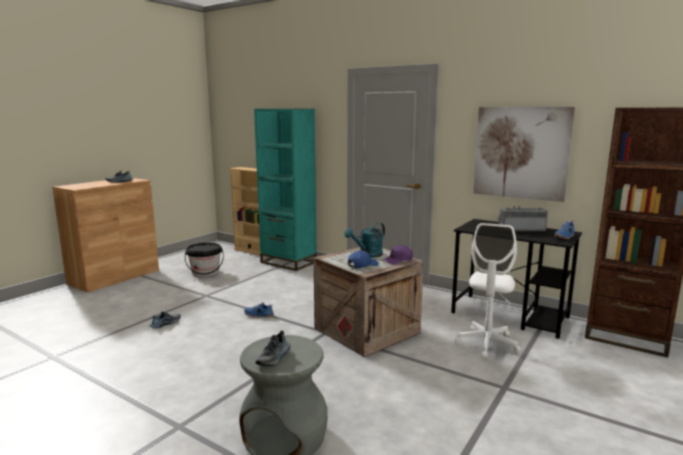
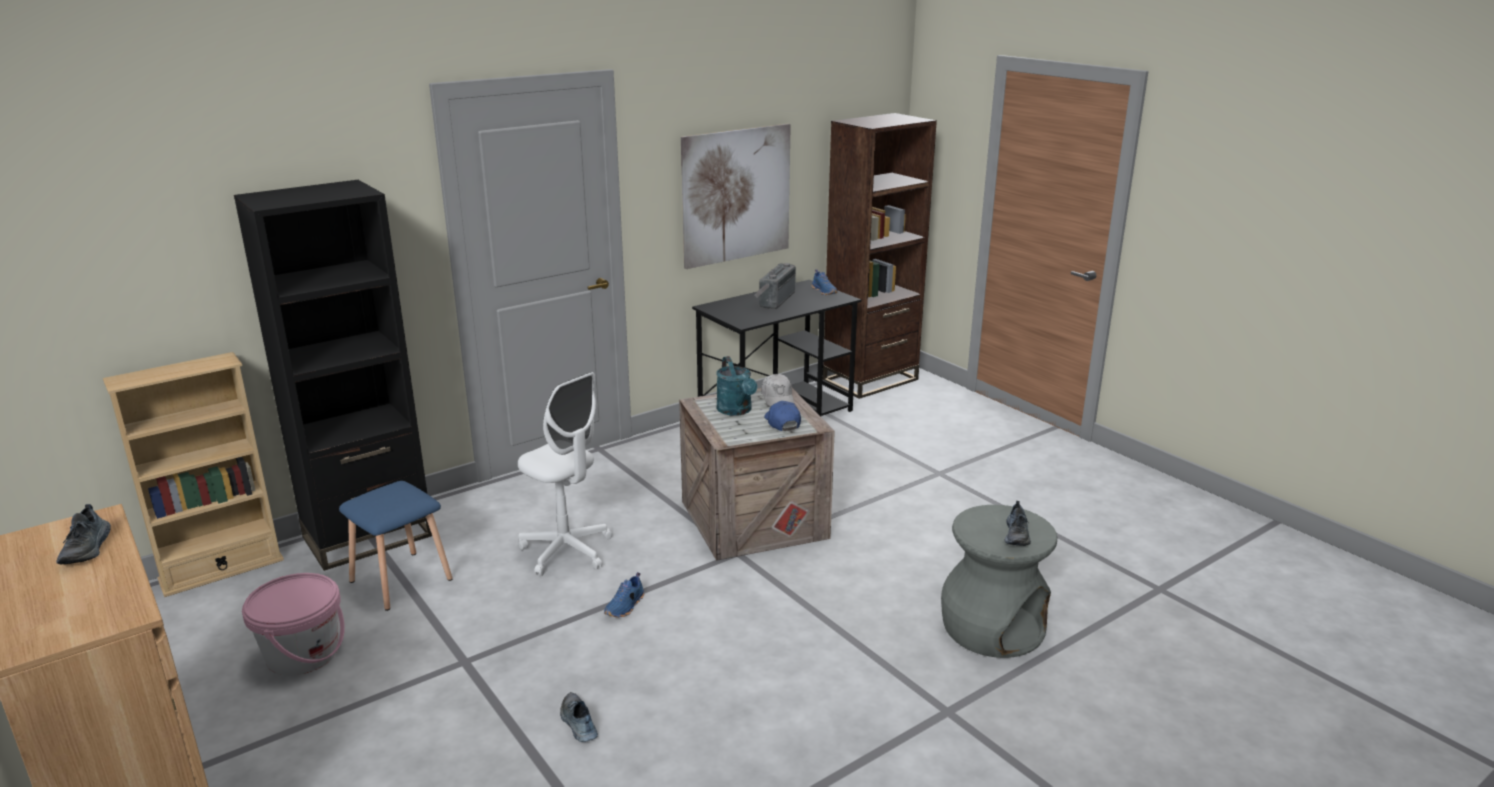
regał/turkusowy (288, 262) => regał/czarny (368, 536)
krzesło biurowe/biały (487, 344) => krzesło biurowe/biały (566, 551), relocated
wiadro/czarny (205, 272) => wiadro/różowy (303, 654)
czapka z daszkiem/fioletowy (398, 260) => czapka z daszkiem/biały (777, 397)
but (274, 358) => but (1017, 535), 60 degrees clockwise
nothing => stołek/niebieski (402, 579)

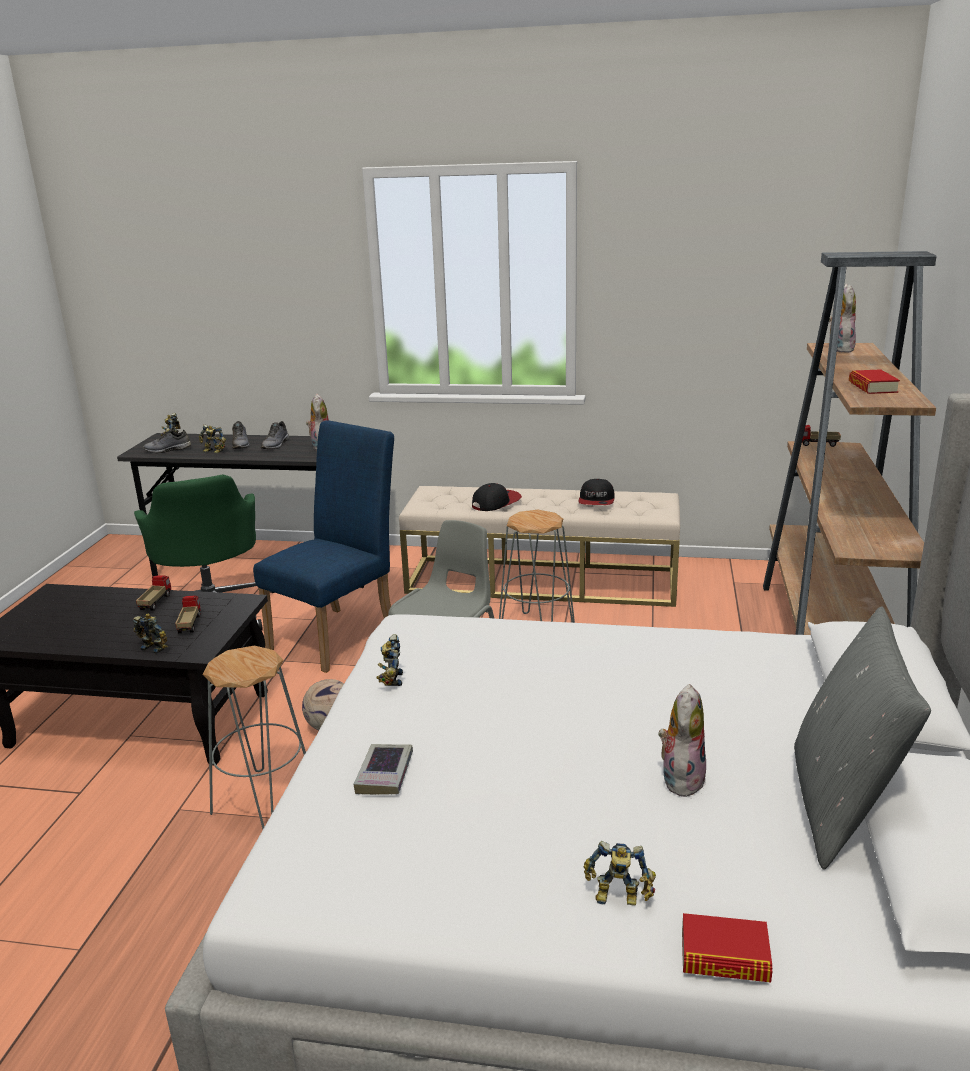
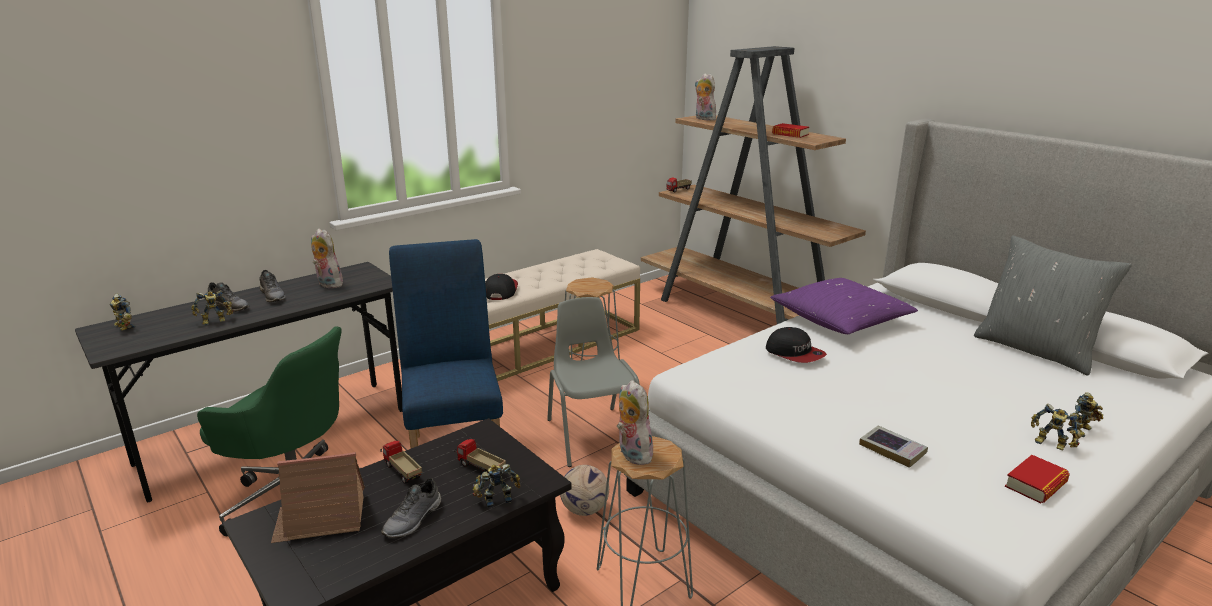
but/szary (167, 450) => but/szary (414, 520), relocated
czapka z daszkiem (596, 500) => czapka z daszkiem (795, 353), relocated
robot zabawkowy (390, 679) => robot zabawkowy (1051, 444), relocated
pluszak (680, 777) => pluszak (632, 454), relocated
książka (724, 956) => książka (1035, 484), relocated
nothing => poduszka/fioletowy (840, 320)
nothing => domek (321, 519)

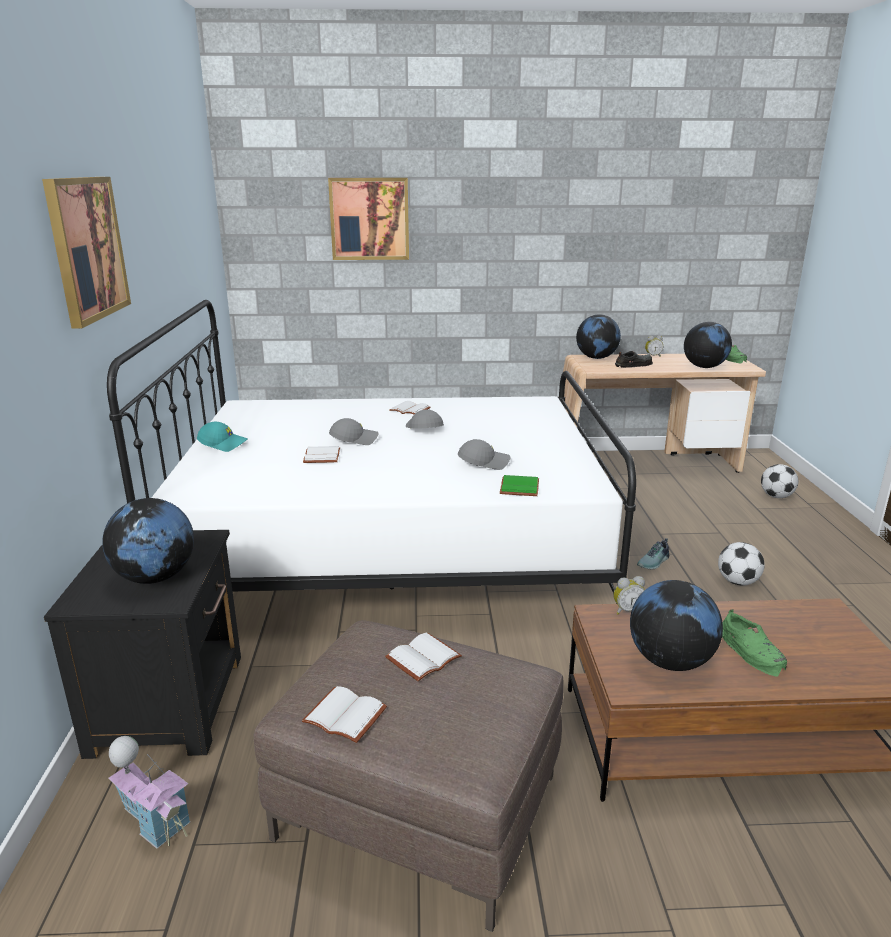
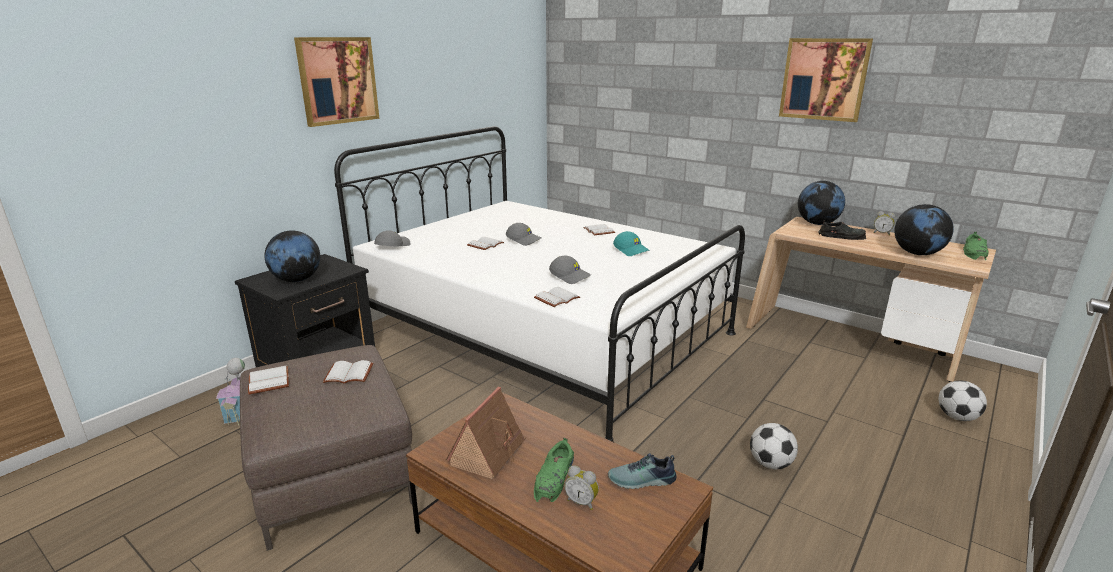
obraz (369, 219) => obraz (824, 79), relocated
czapka z daszkiem/szary (423, 428) => czapka z daszkiem/szary (392, 246), relocated
czapka z daszkiem/turkusowy (223, 444) => czapka z daszkiem/turkusowy (631, 250), relocated
książka/zielony (518, 487) => książka/biały (556, 298)
but (654, 562) => but (642, 481), relocated
budzik (627, 610) => budzik (582, 502), relocated
globus (670, 661) => domek (488, 452)

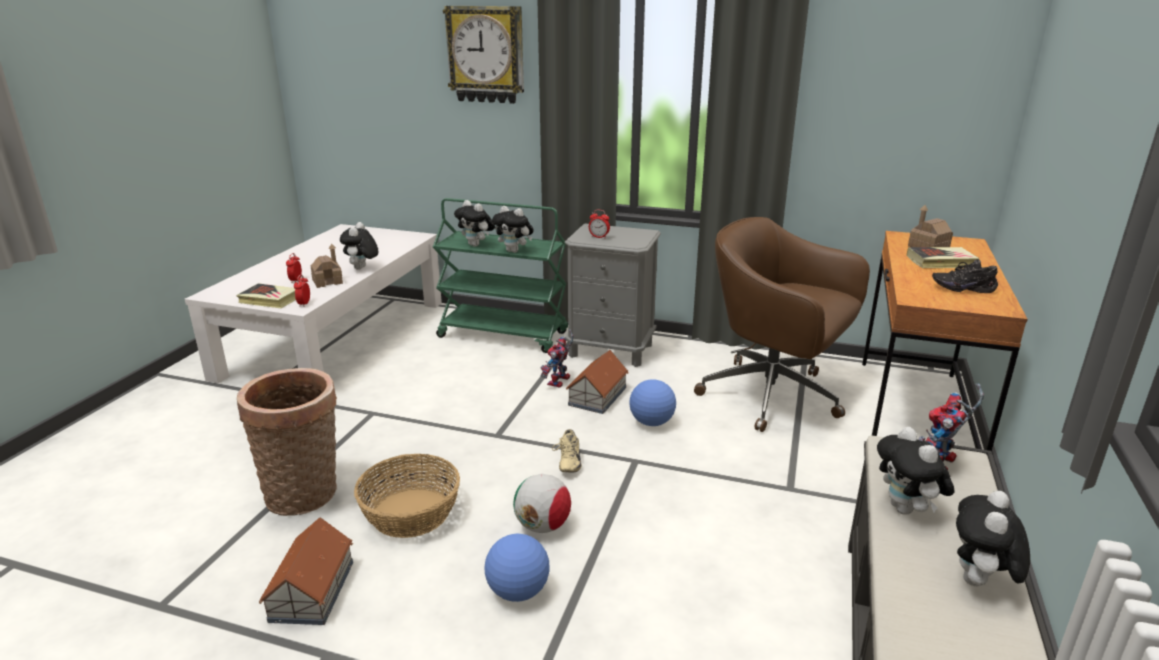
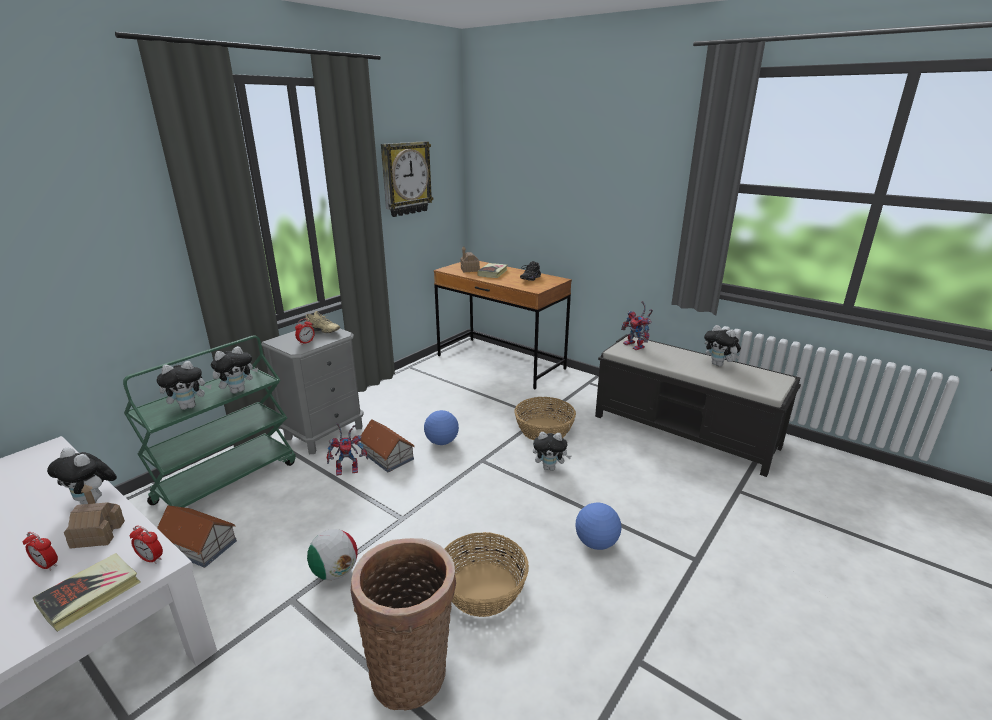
zegar ścienny (486, 54) => zegar ścienny (405, 178), relocated
krzesło biurowe/brązowy (774, 396) => nothing
robot zabawkowy (559, 382) => robot zabawkowy (349, 469), 60 degrees counterclockwise
pluszak (906, 510) => pluszak (550, 467), relocated
but/beżowy (567, 462) => but/beżowy (322, 332), relocated
piłka futbolowa (542, 526) => piłka futbolowa (335, 572), relocated
domek (313, 590) => domek (199, 544), relocated
nothing => koszyk (544, 430)

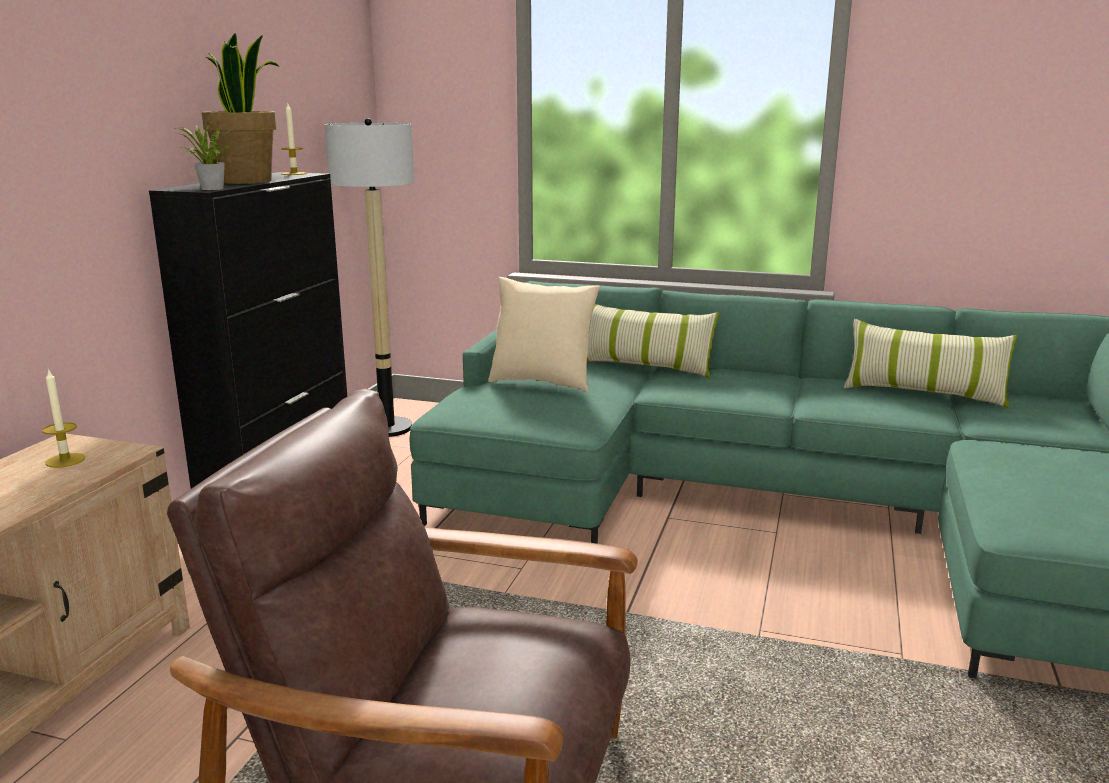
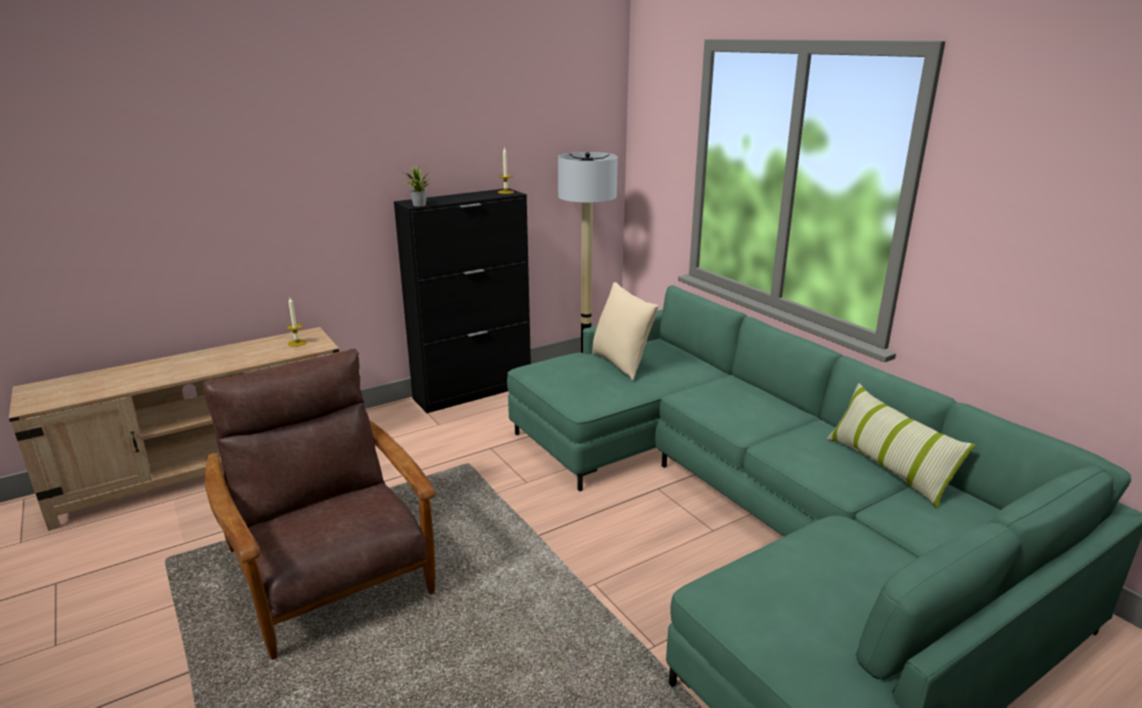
roślina doniczkowa (247, 181) => nothing
poduszka (644, 366) => nothing

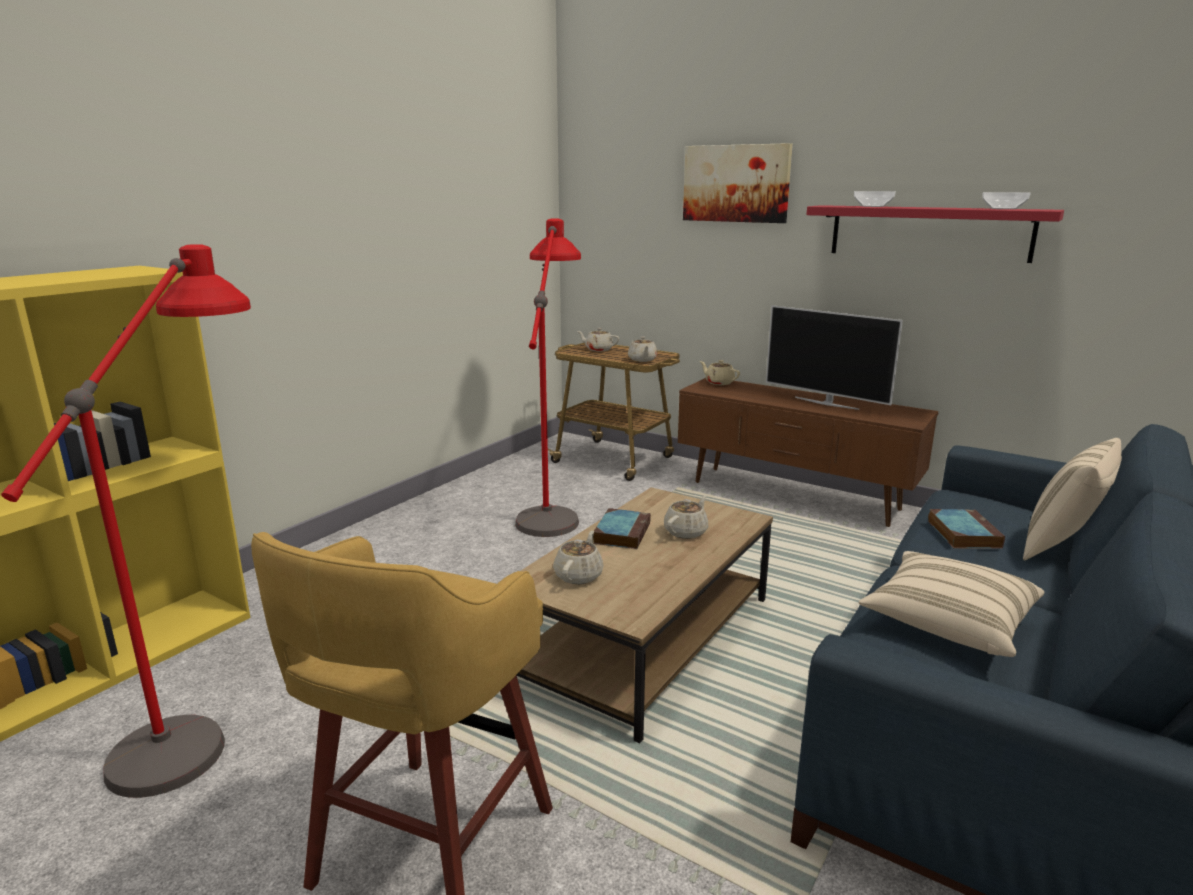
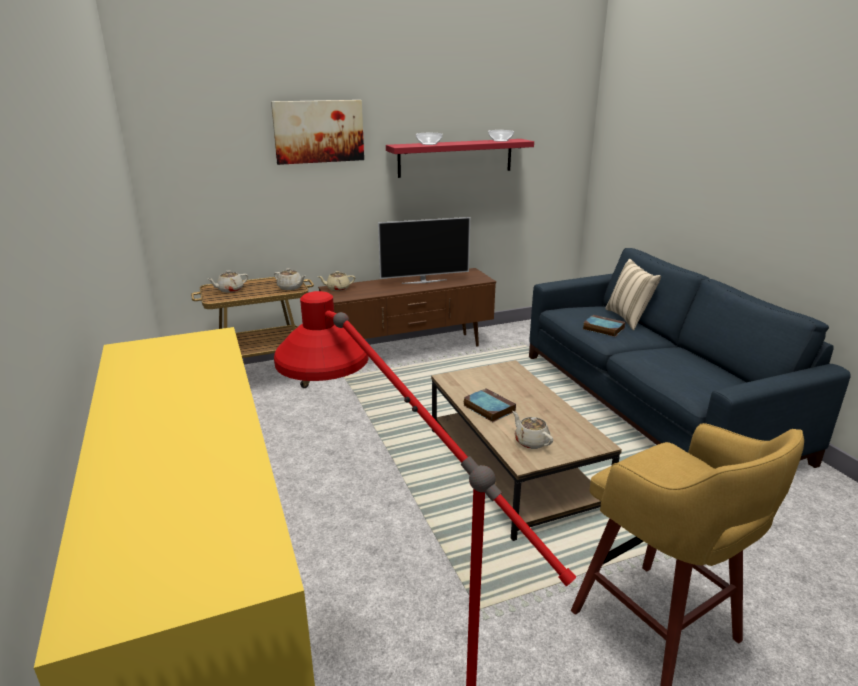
lampa stojąca/czerwony (552, 504) => nothing
imbryk/beżowy (686, 531) => nothing
poduszka/beżowy (948, 623) => nothing

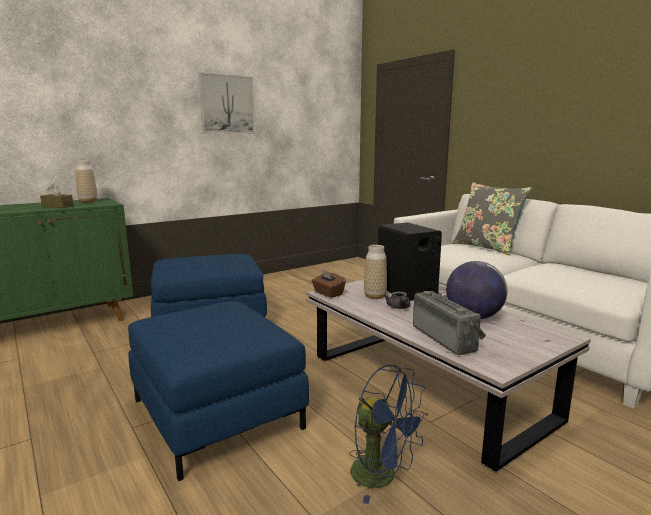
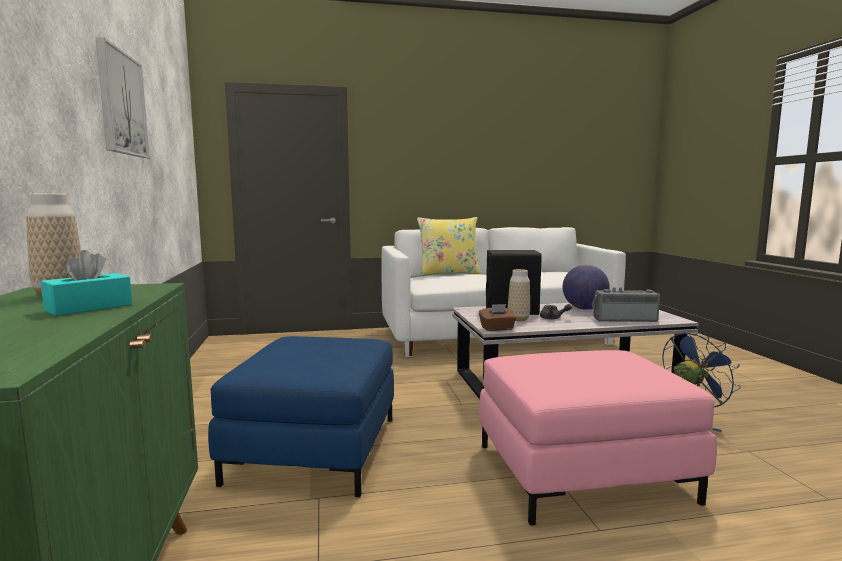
poduszka/szary (487, 247) => poduszka/żółty (448, 273)
pudełko chusteczek/brązowy (57, 206) => pudełko chusteczek/turkusowy (89, 307)
pufa/niebieski (216, 414) => pufa/różowy (582, 472)

